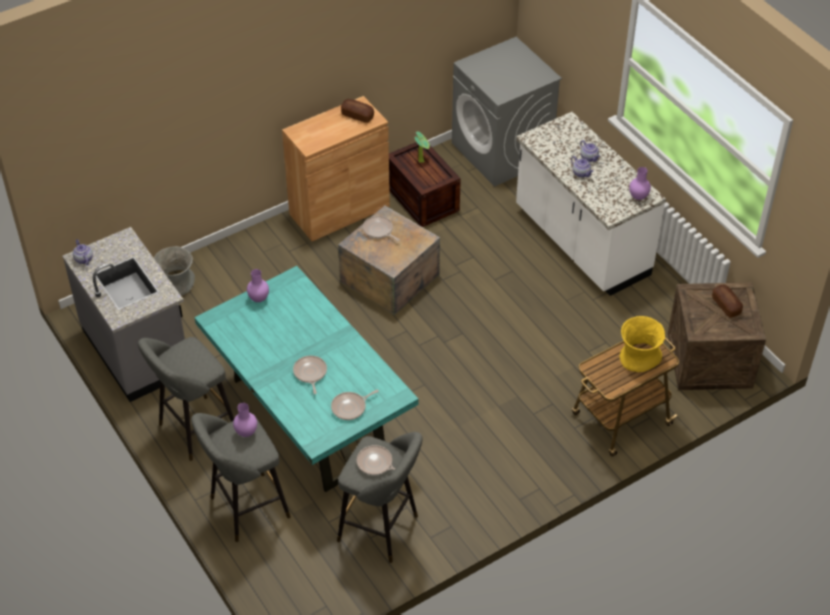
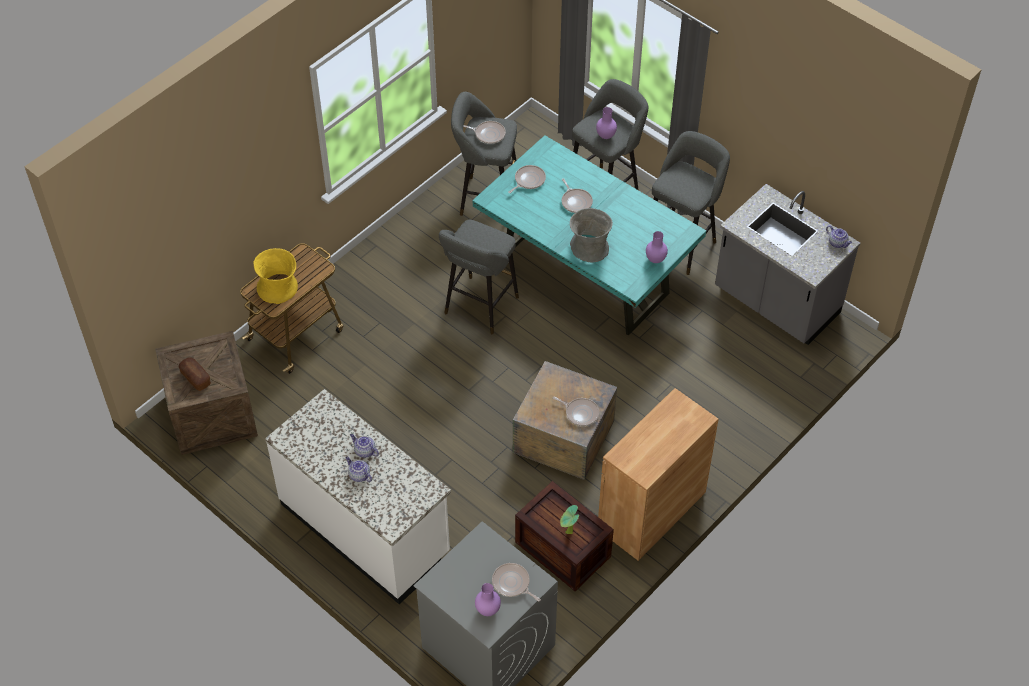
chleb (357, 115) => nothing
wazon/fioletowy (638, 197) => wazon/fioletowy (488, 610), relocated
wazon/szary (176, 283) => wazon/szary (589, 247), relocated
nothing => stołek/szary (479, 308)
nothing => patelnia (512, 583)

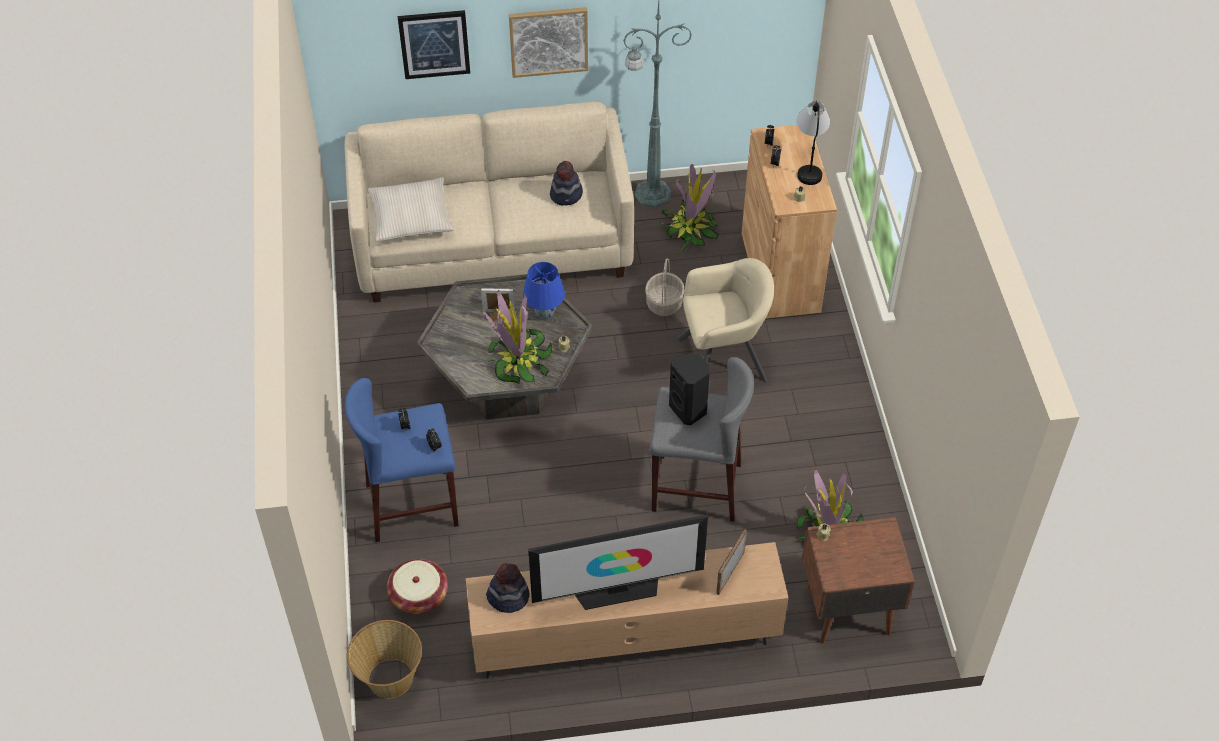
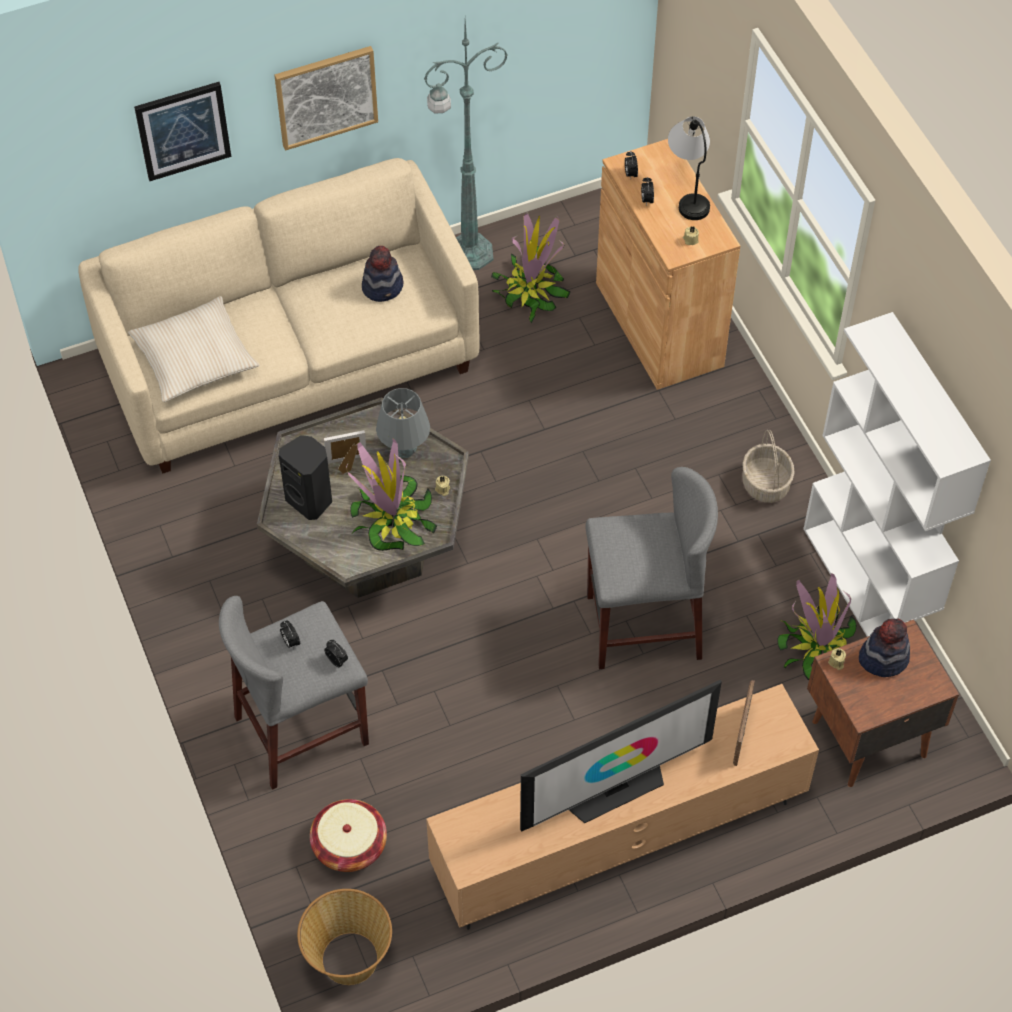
koszyk (664, 304) => koszyk (766, 484), relocated
fotel/beżowy (722, 360) => nothing
lampa stołowa/niebieski (544, 314) => lampa stołowa/szary (404, 450)
głośnik/czarny (689, 409) => głośnik/czarny (310, 500), relocated
stołek/niebieski (412, 505) => stołek/szary (302, 731)
kapelusz (508, 596) => kapelusz (883, 658), relocated
nothing => regał/biały (867, 589)

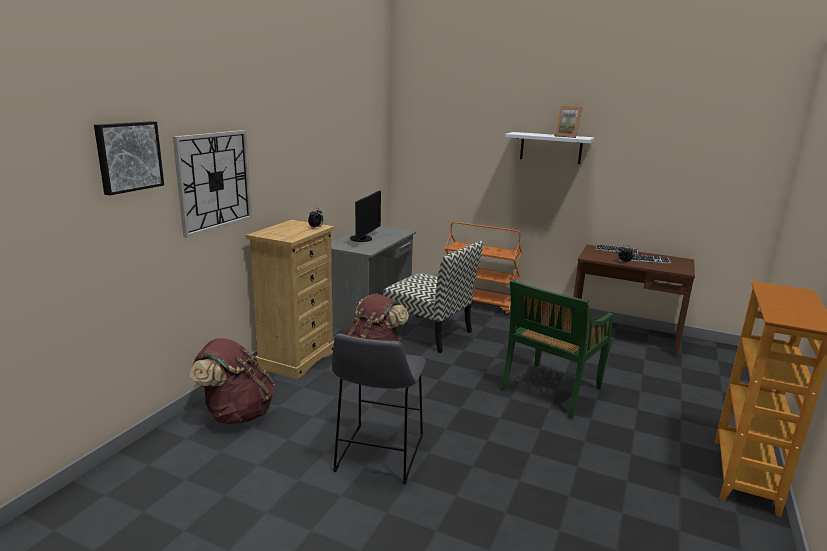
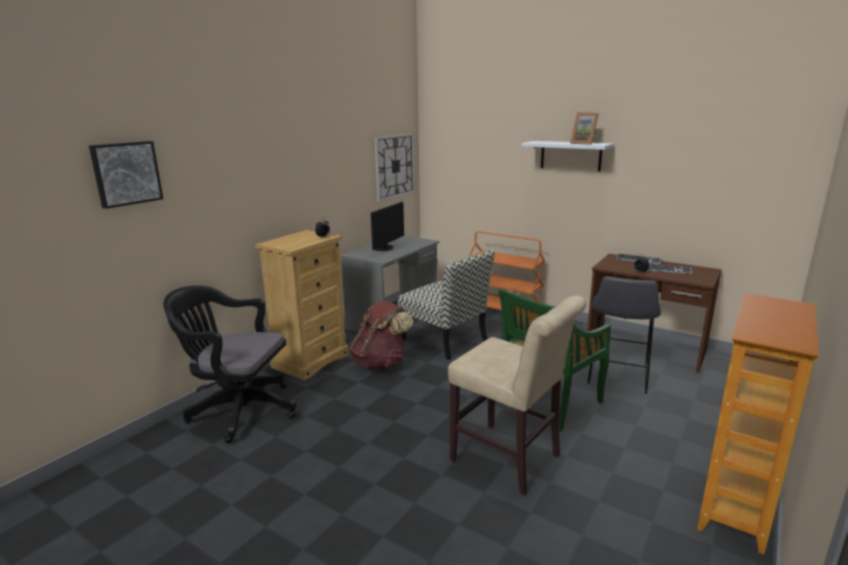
zegar ścienny (214, 181) => zegar ścienny (394, 166), relocated
stołek/szary (377, 456) => stołek/szary (617, 376), relocated
plecak/brązowy (237, 414) => krzesło biurowe/czarny (239, 410)
nothing => krzesło/beżowy (510, 460)

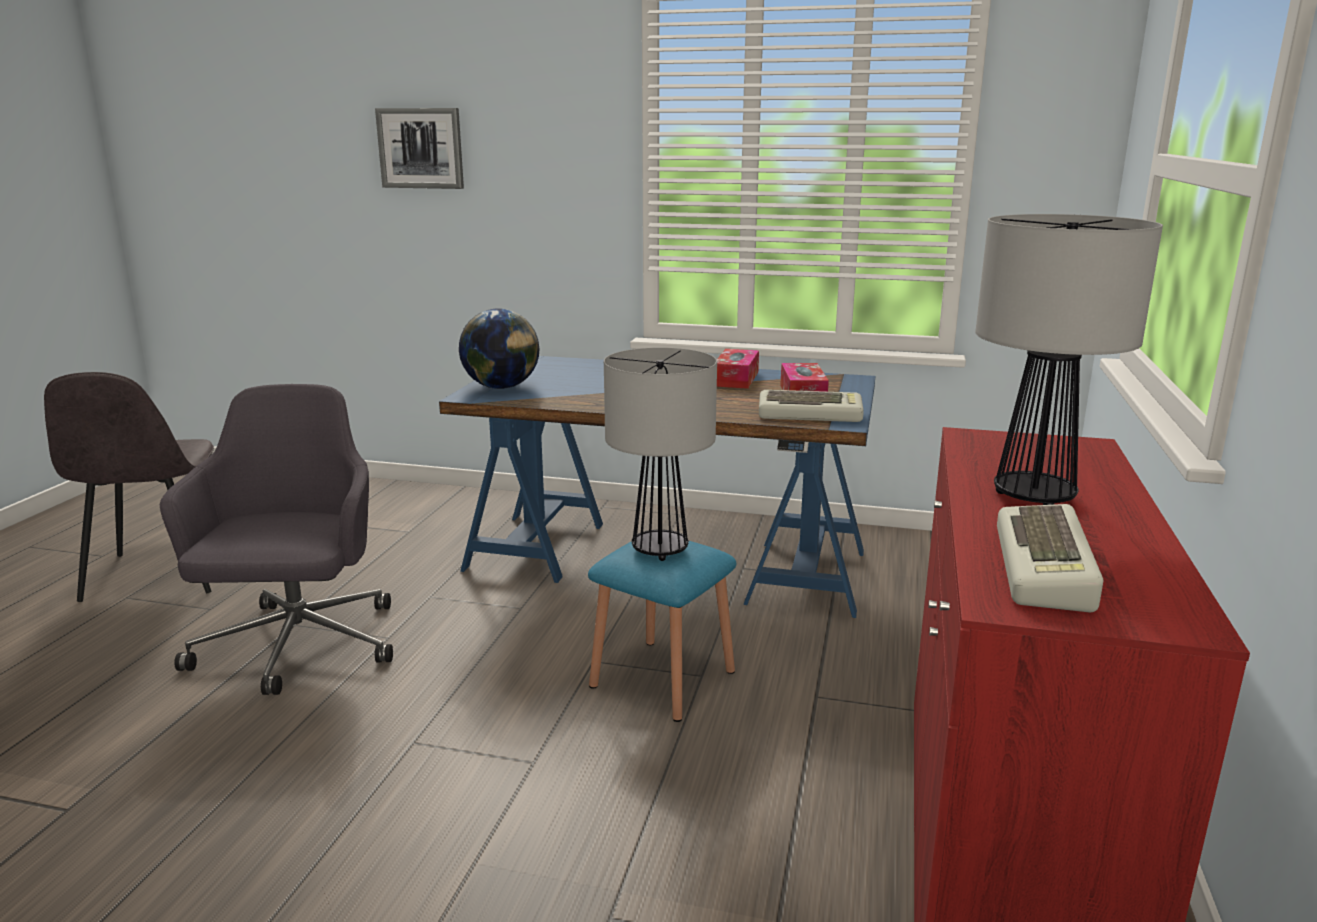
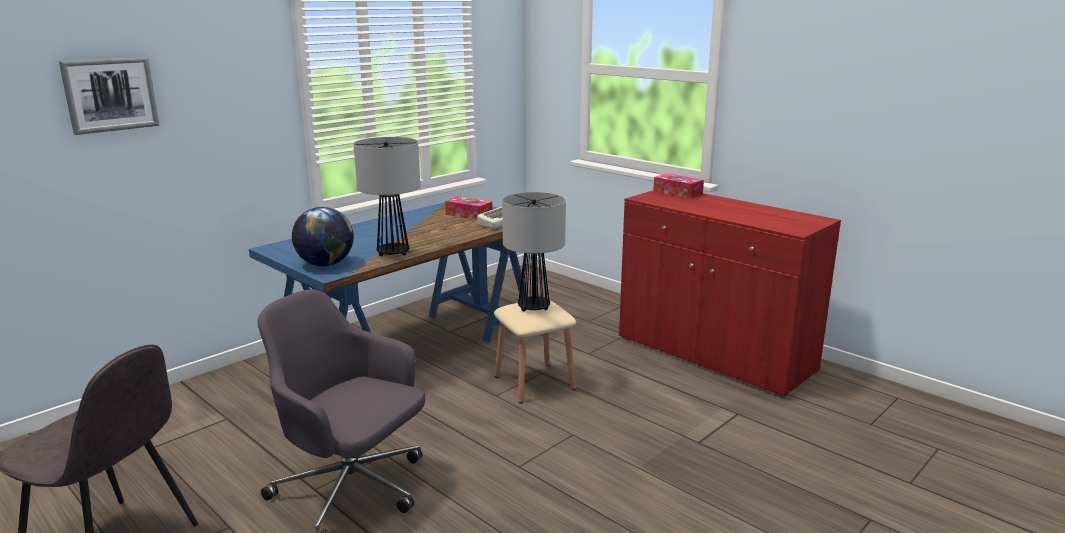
lampa stołowa (1032, 498) => lampa stołowa (392, 253), relocated
pudełko chusteczek (736, 379) => pudełko chusteczek (677, 193), relocated
klawiatura (1048, 569) => nothing
stołek/niebieski (662, 678) => stołek/beżowy (534, 382)

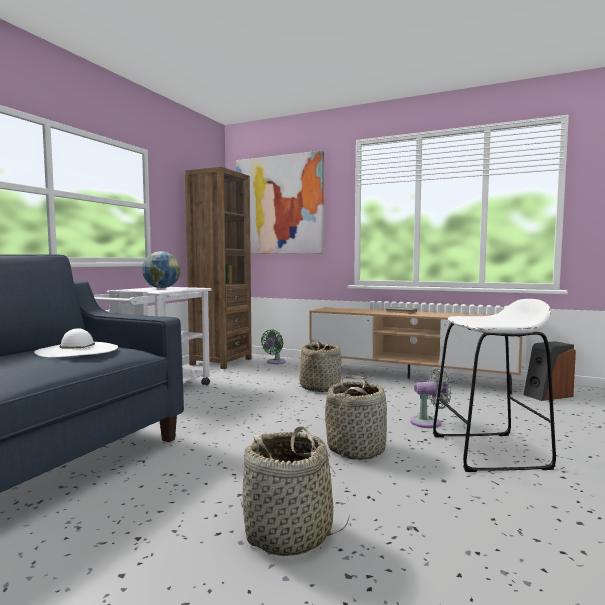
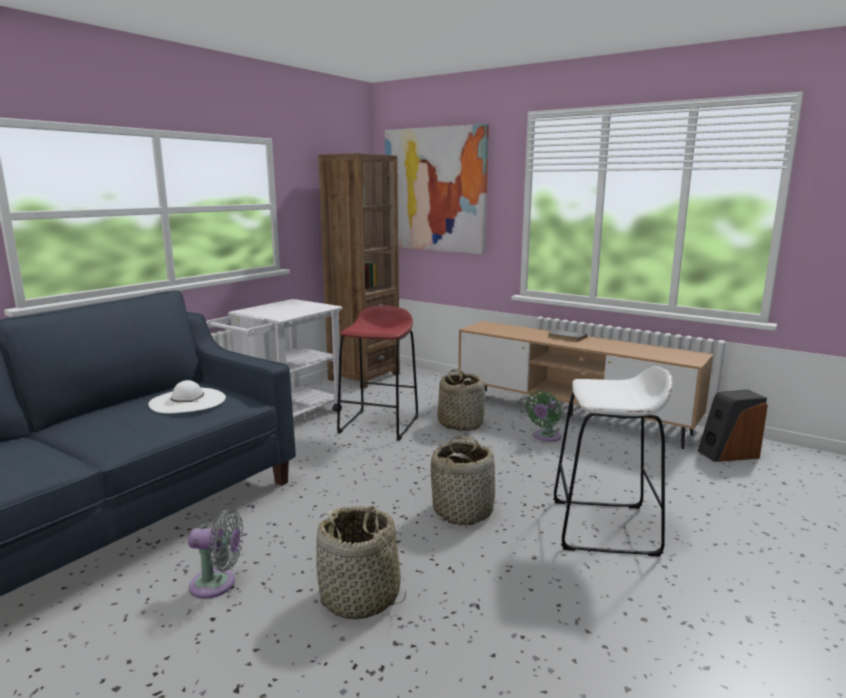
globus (161, 288) => nothing
wentylator/zielony (275, 362) => wentylator/zielony (545, 437), relocated
wentylator/szary (429, 422) => wentylator/szary (217, 584), relocated
nothing => stołek/czerwony (379, 425)

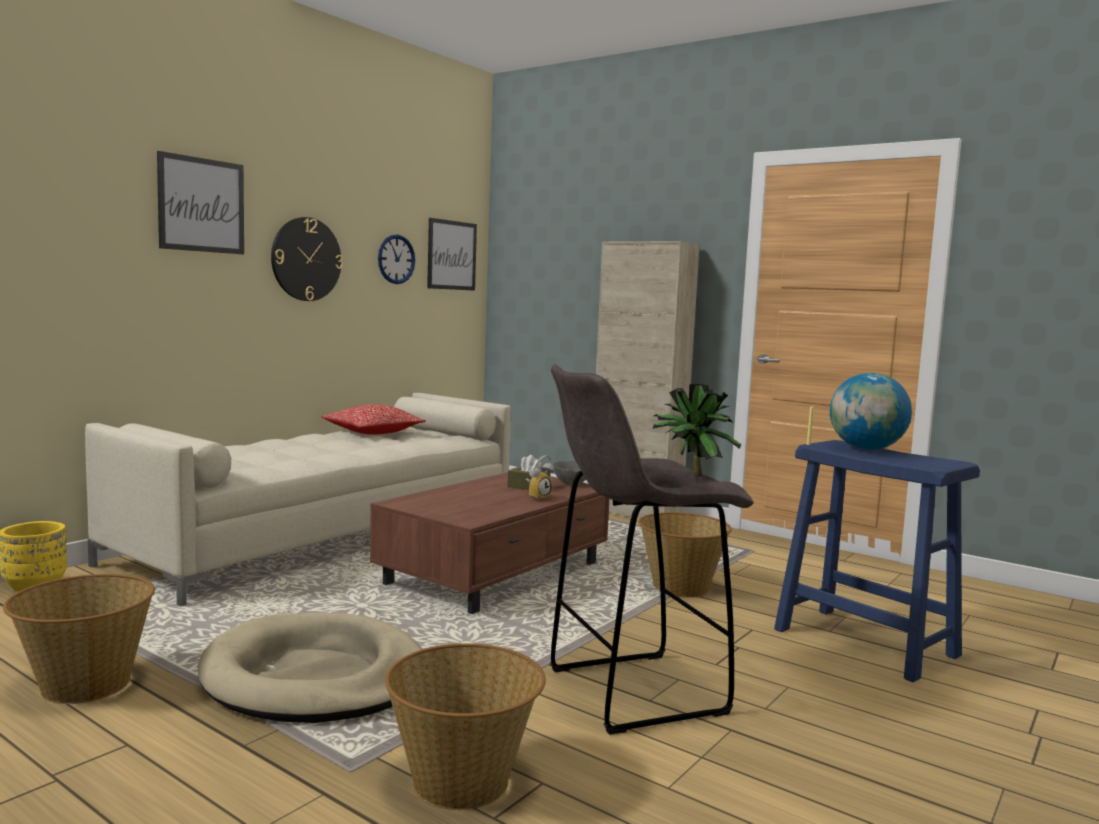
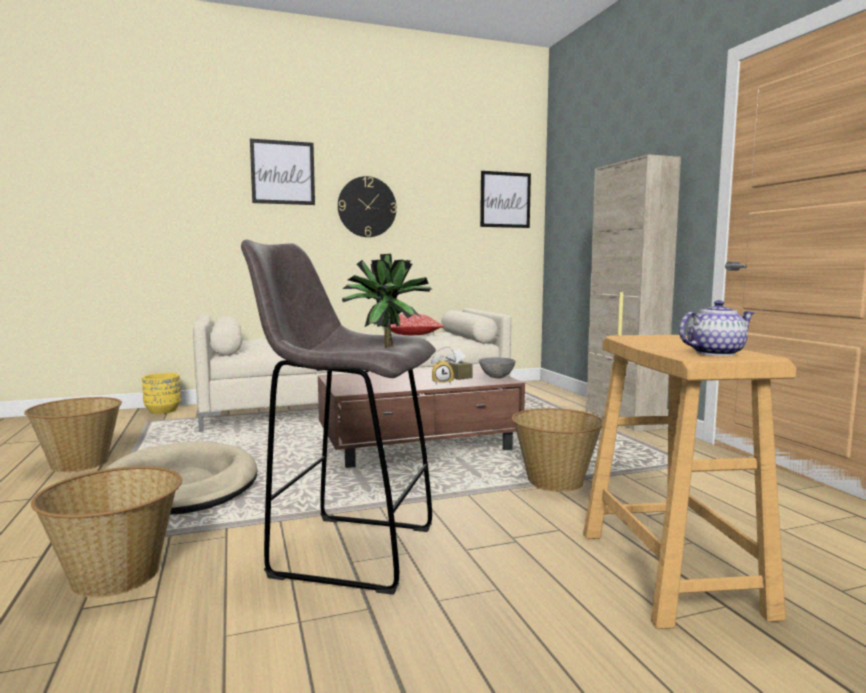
zegar ścienny (396, 259) => nothing
globus (867, 449) => nothing
stołek/niebieski (864, 642) => stołek/beżowy (670, 571)
nothing => imbryk (714, 353)

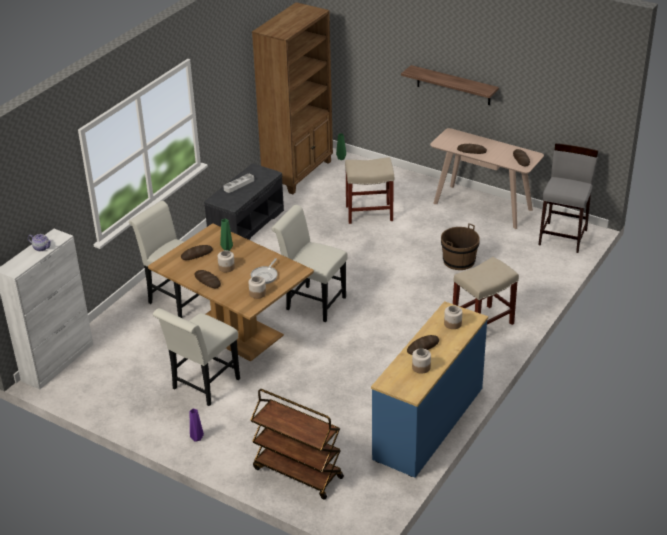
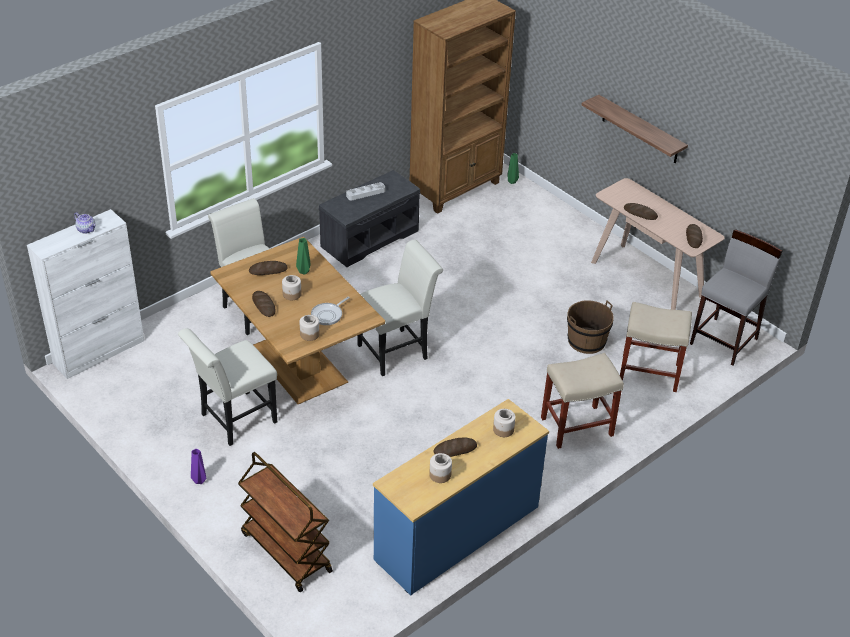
stołek/beżowy (370, 213) => stołek/beżowy (650, 372), relocated
krzesło/biały (312, 302) => krzesło/biały (397, 350), 105 degrees clockwise

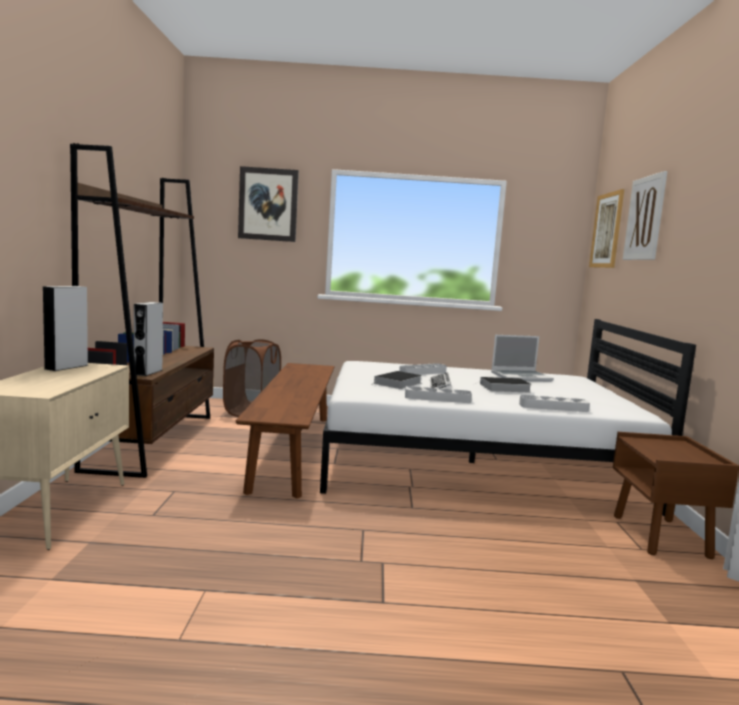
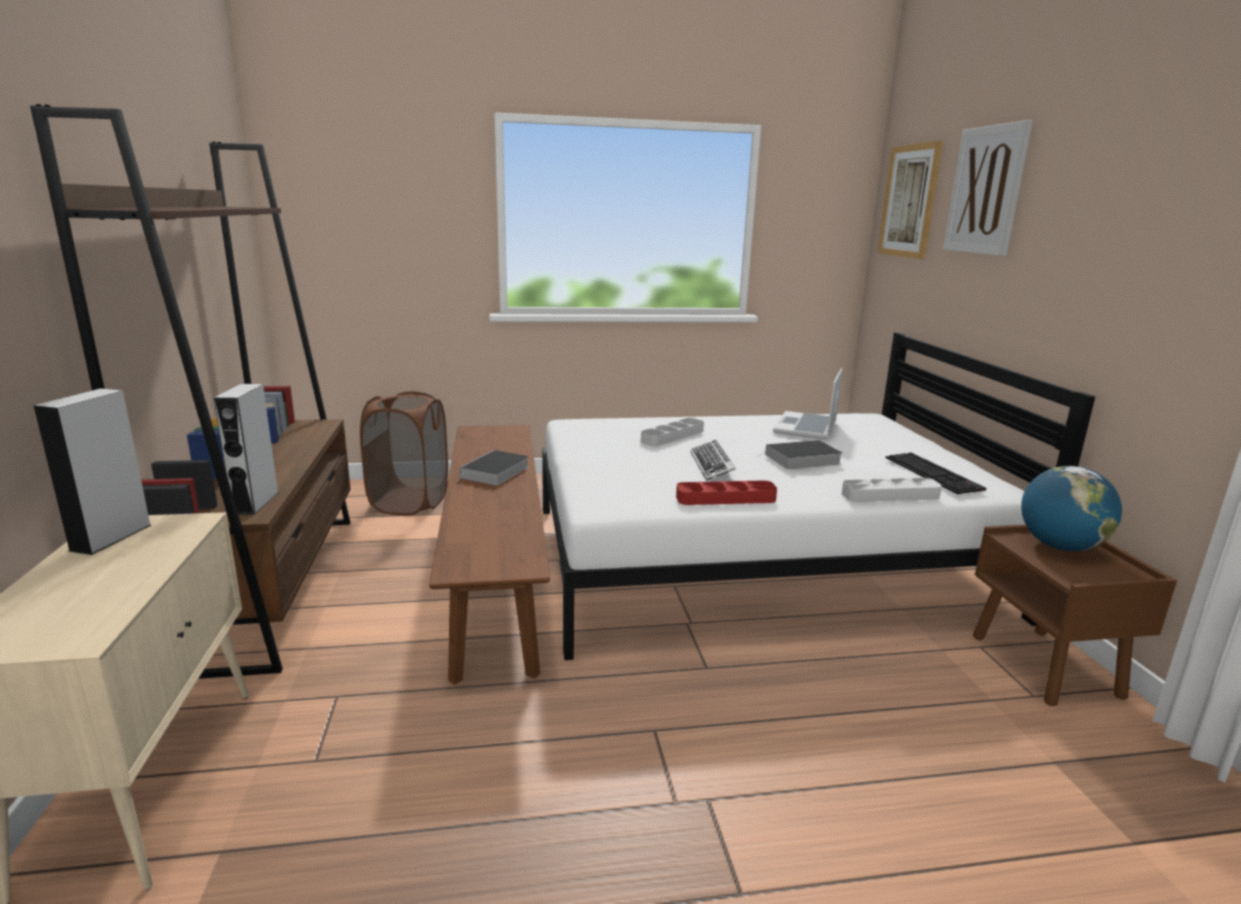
obraz (268, 204) => nothing
laptop (521, 377) => laptop (807, 428), 135 degrees clockwise
książka (397, 383) => książka (494, 473), relocated
taca/szary (437, 398) => taca/czerwony (725, 498)
nothing => klawiatura (934, 473)
nothing => globus (1060, 547)

